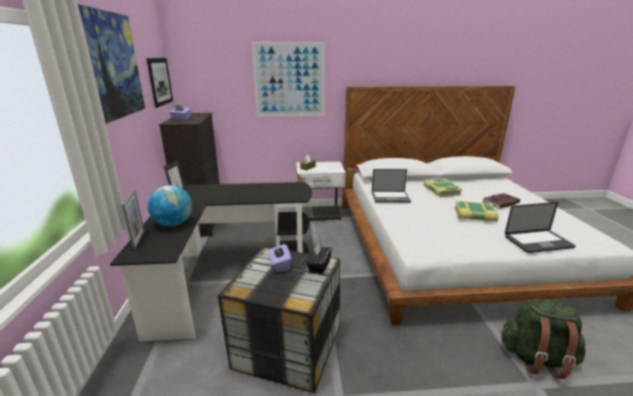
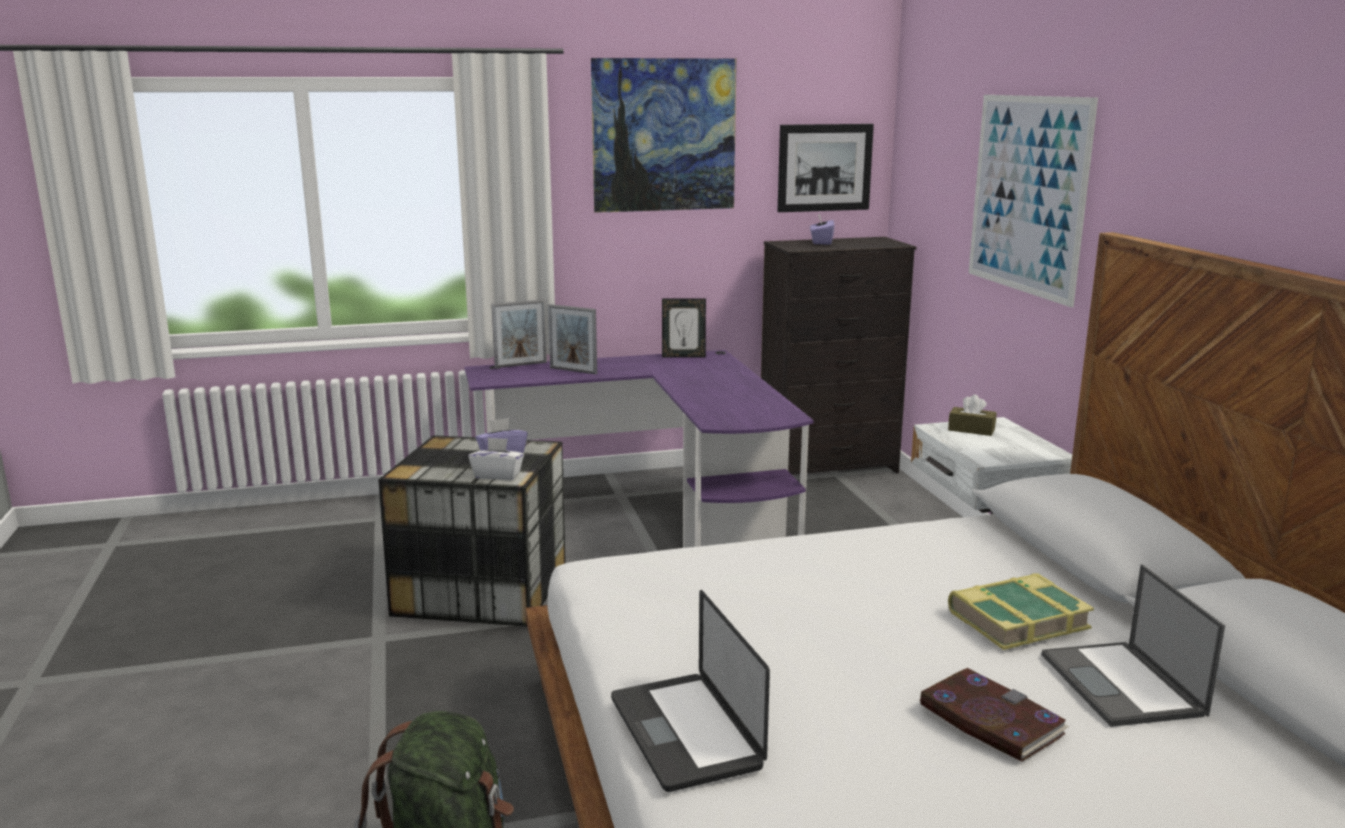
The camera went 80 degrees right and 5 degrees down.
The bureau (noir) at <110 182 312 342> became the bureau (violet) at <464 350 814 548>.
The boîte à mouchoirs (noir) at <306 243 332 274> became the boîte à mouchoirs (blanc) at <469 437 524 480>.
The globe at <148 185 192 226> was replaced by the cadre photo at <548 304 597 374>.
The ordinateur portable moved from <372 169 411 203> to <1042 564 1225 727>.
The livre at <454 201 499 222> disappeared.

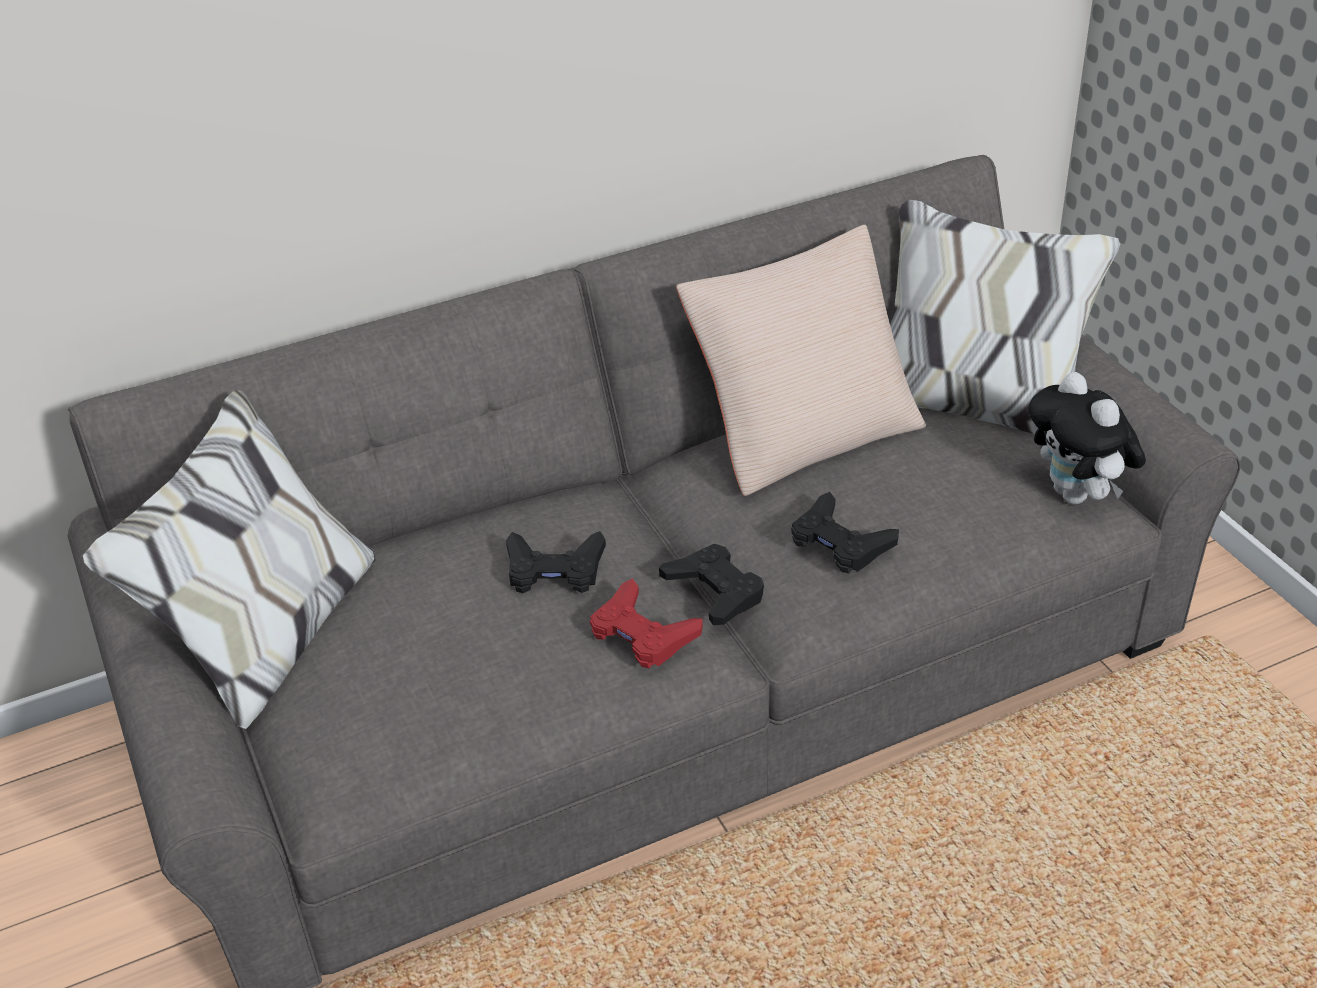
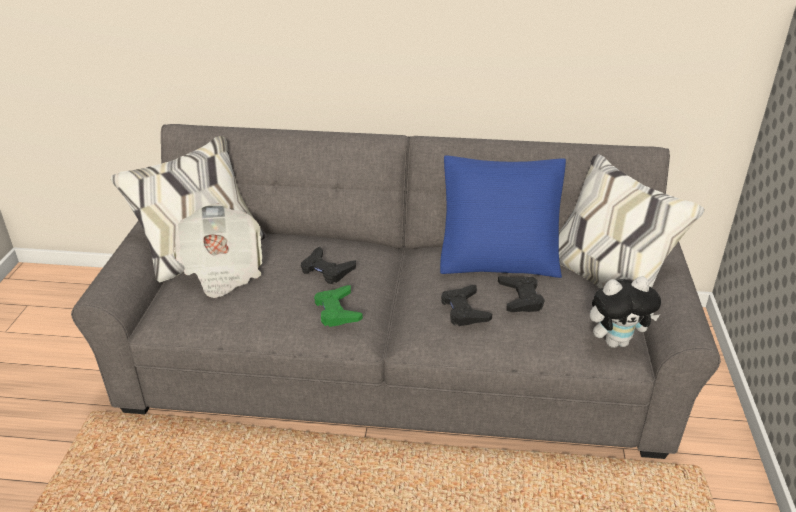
The camera went 30 degrees right and 5 degrees down.
The journal at <173 203 262 298> appeared.
The manette (rouge) at <590 578 703 668> became the manette (vert) at <314 285 363 327>.
The coussin (beige) at <676 225 926 496> became the coussin (bleu) at <440 155 566 278>.
The manette (noir) moved from <659 544 764 625> to <498 276 545 312>.
The peluche at <1029 372 1146 504> turned 105 degrees counterclockwise.

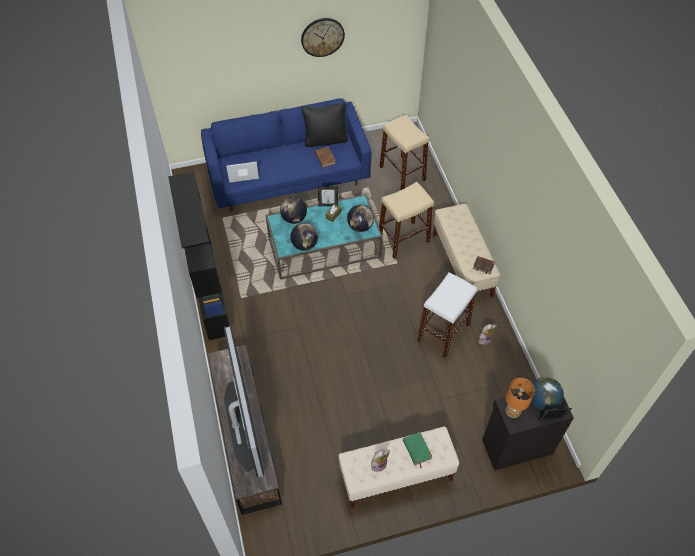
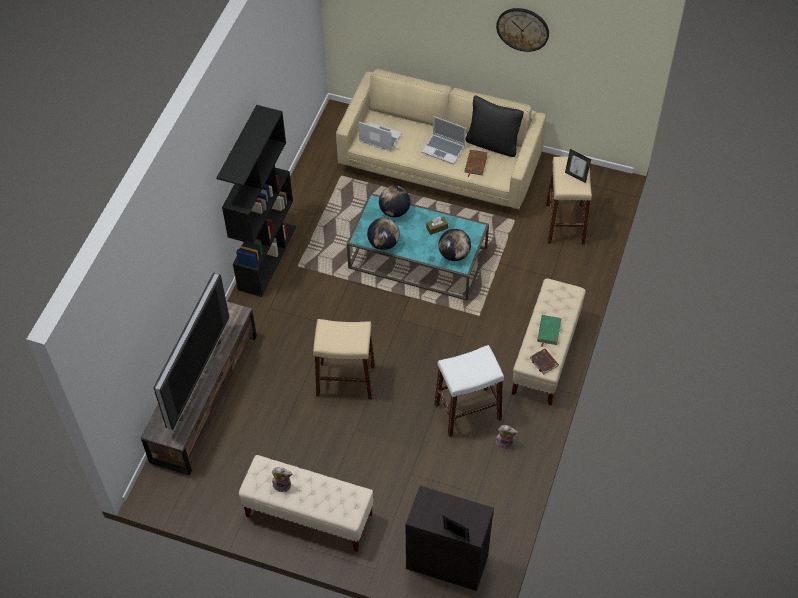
The camera went 35 degrees right and 0 degrees up.
The tabouret (beige) moved from <378 182 434 259> to <313 319 375 399>.
The canapé (bleu) at <201 98 371 211> became the canapé (beige) at <336 69 546 212>.
The ordinateur portable at <422 116 466 165> appeared.
The livre (vert) moved from <403 432 432 469> to <537 315 562 347>.
The cadre photo moved from <318 186 338 206> to <565 149 591 183>.
The lampe de table (orange) at <505 378 535 418> disappeared.
The globe at <531 377 564 411> disappeared.

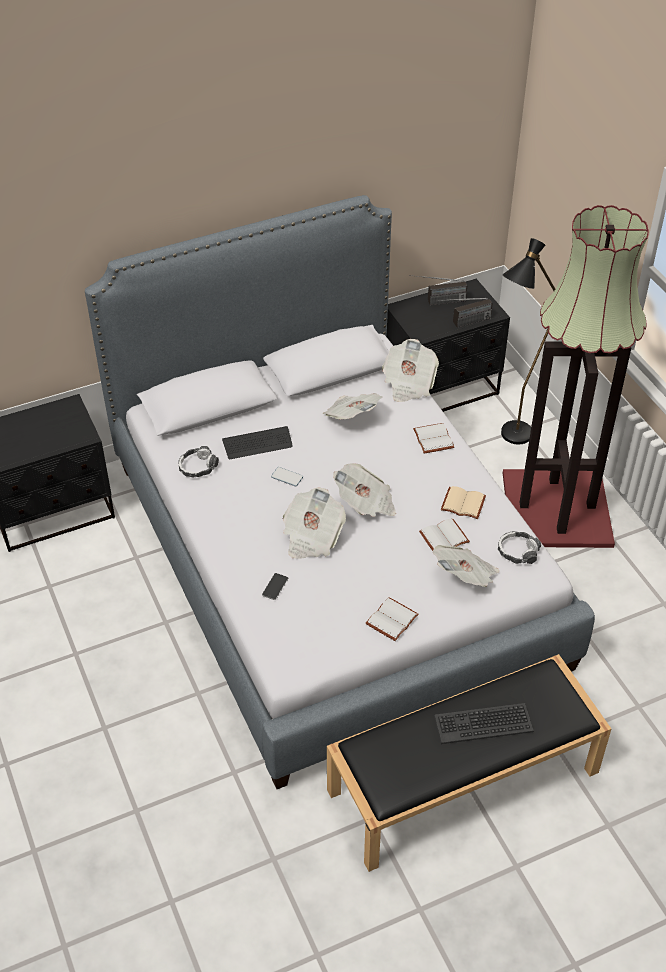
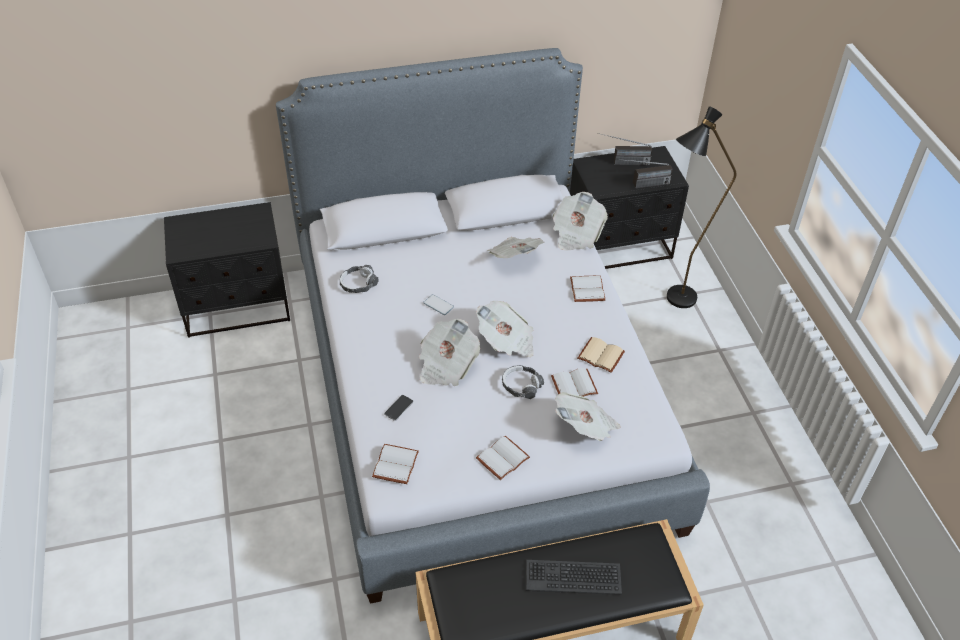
The camera went 10 degrees right and 0 degrees up.
The livre (blanc) at <372 444 419 484> appeared.
The casque audio moved from <498 531 541 564> to <502 365 544 399>.
The clavier at <222 426 293 459> disappeared.
The lampadaire at <503 205 649 548> disappeared.

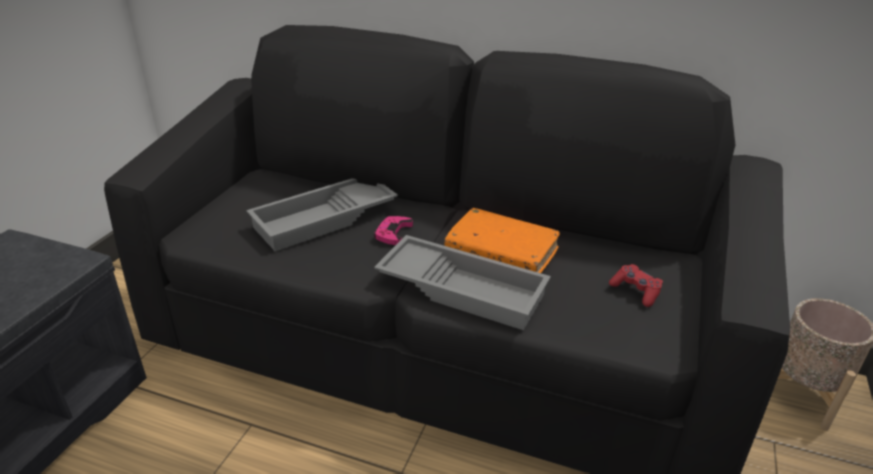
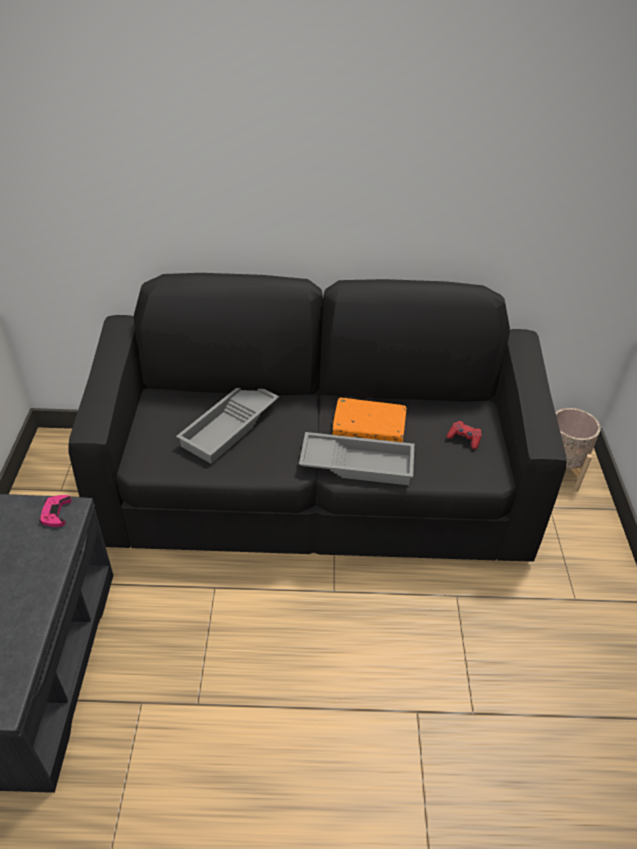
The camera went 20 degrees left and 10 degrees up.
The manette (rose) moved from <374 216 413 245> to <39 495 72 527>.

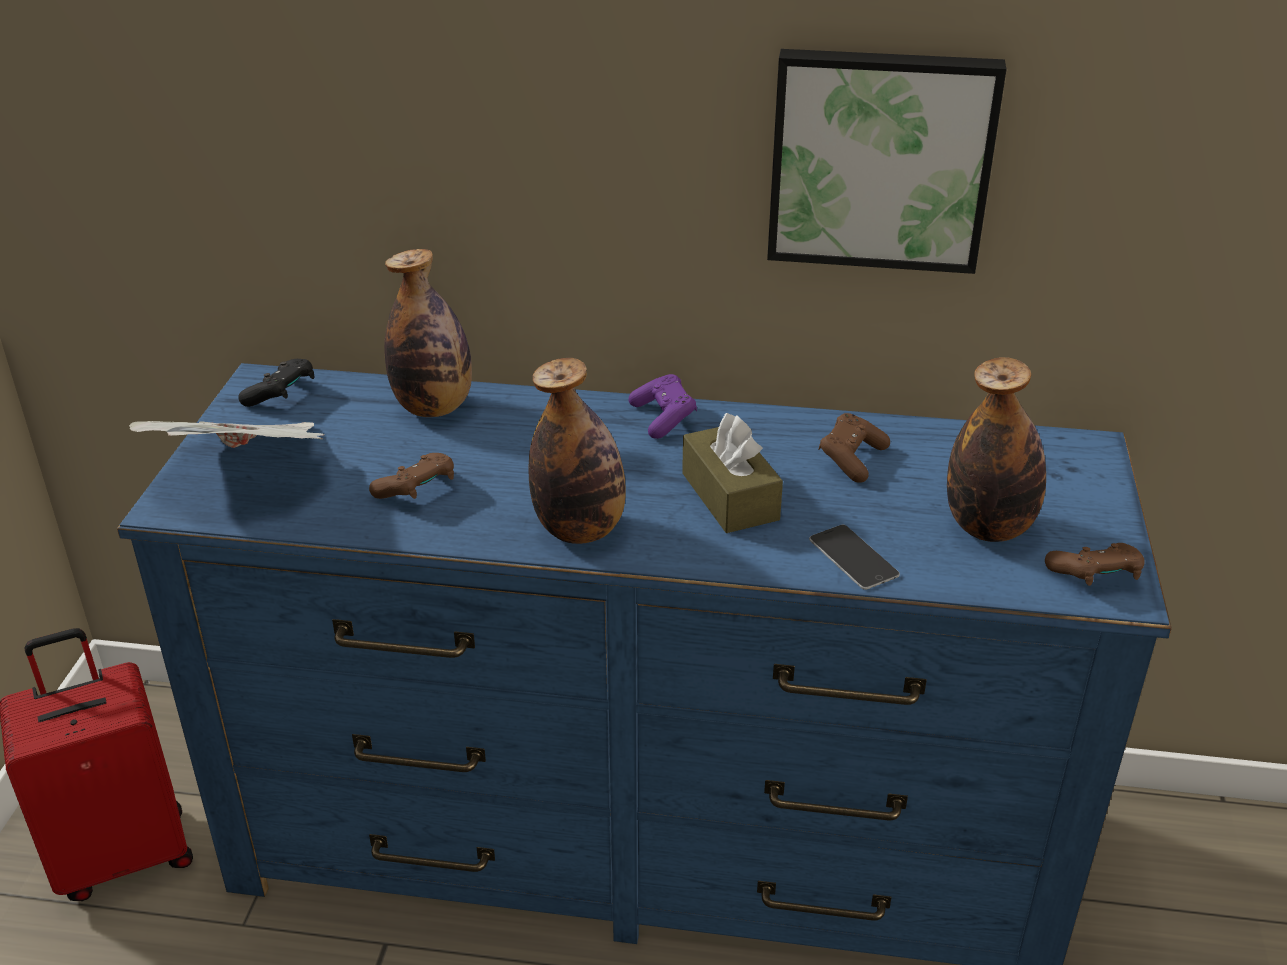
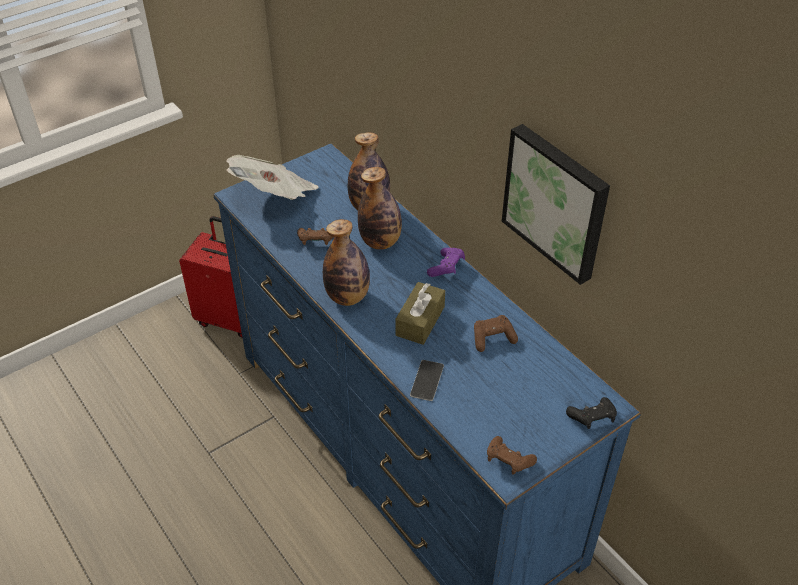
The camera went 45 degrees right and 10 degrees up.
The bouteille moved from <947 357 1046 542> to <358 167 402 249>.
The manette (noir) moved from <238 359 314 407> to <566 397 617 429>.

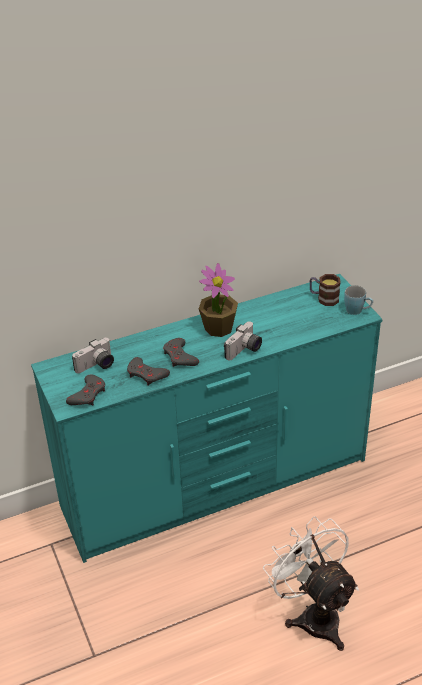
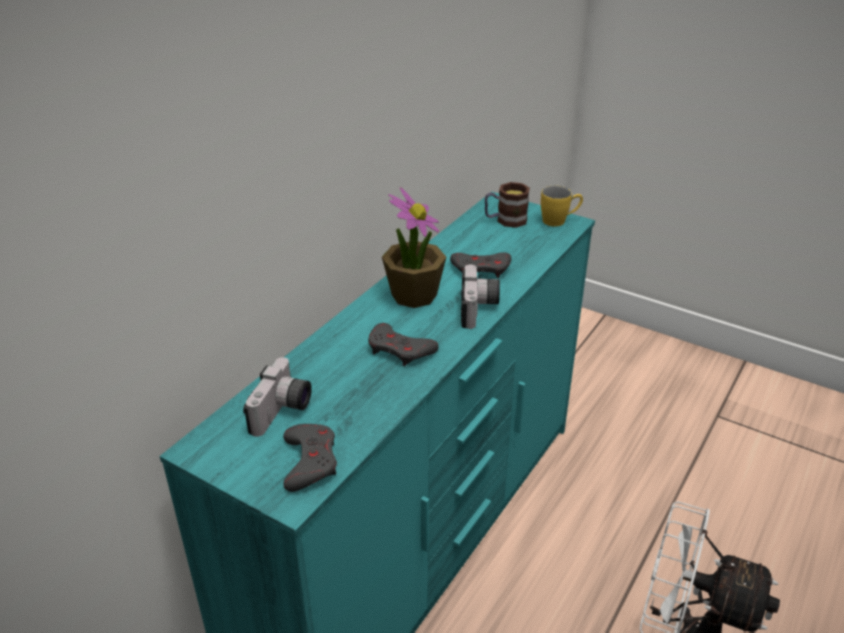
The camera went 35 degrees left and 5 degrees down.
The manette (gris) moved from <127 357 170 386> to <450 252 512 278>.
The mug (bleu) at <344 285 373 315> became the mug (jaune) at <541 186 583 227>.

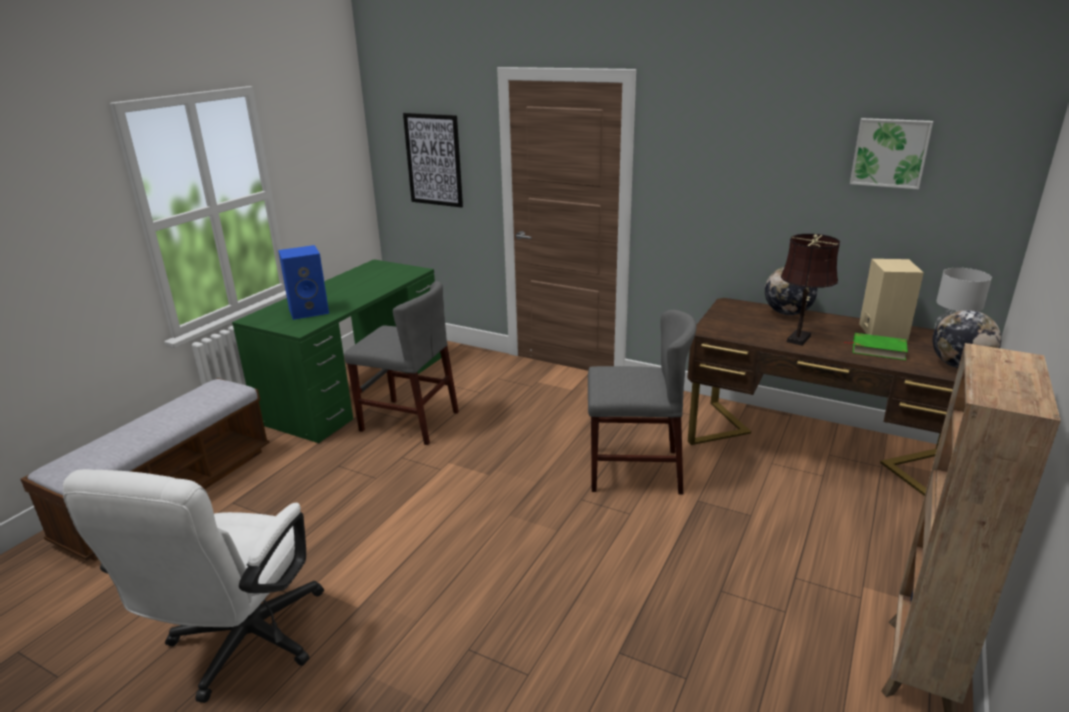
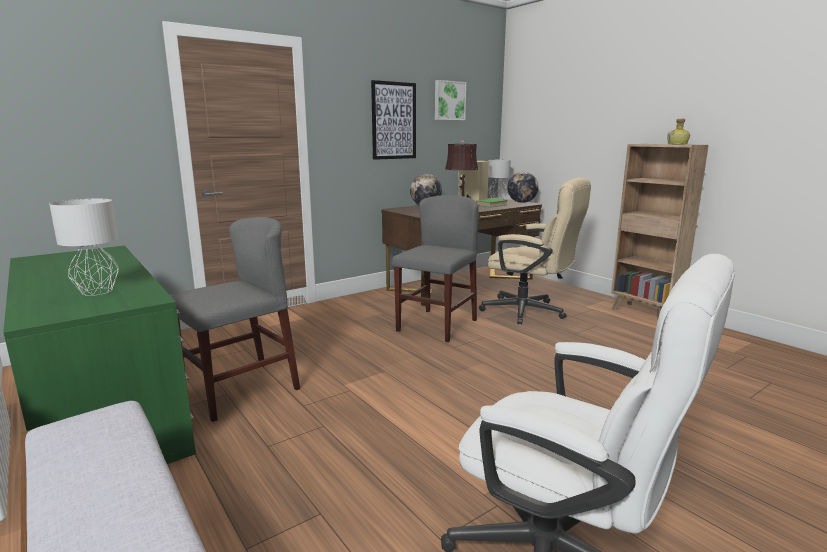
The camera went 65 degrees left and 10 degrees down.
The enceinte (bleu) at <278 245 329 320> was replaced by the lampe de table (gris) at <49 199 119 296>.
The tableau moved from <403 113 463 208> to <371 80 416 160>.
The chaise de bureau (beige) at <479 178 591 324> appeared.
The bouteille at <667 119 690 145> appeared.

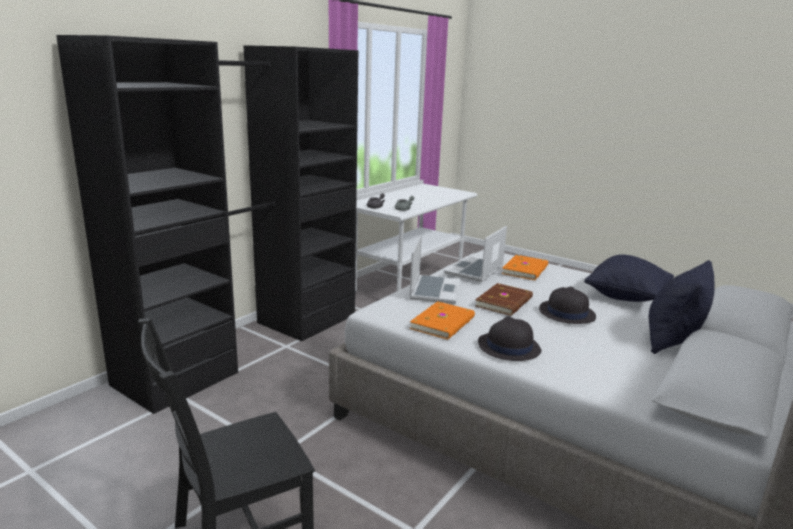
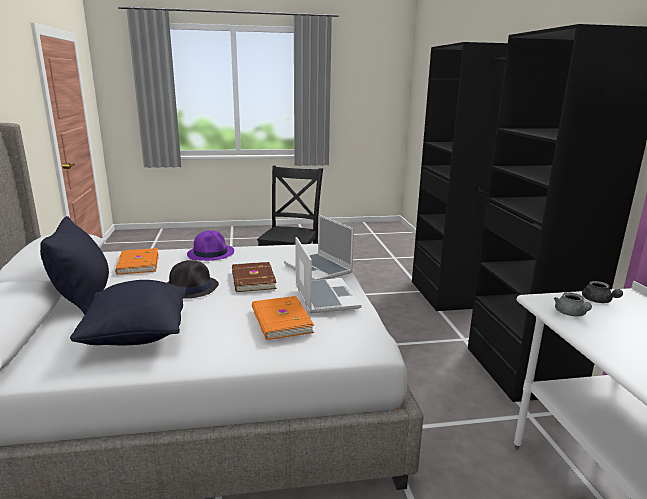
The camera went 135 degrees right and 0 degrees up.
The livre (orange) moved from <410 301 475 340> to <115 248 159 275>.
The chapeau (noir) at <478 316 541 361> became the chapeau (violet) at <187 230 234 261>.

